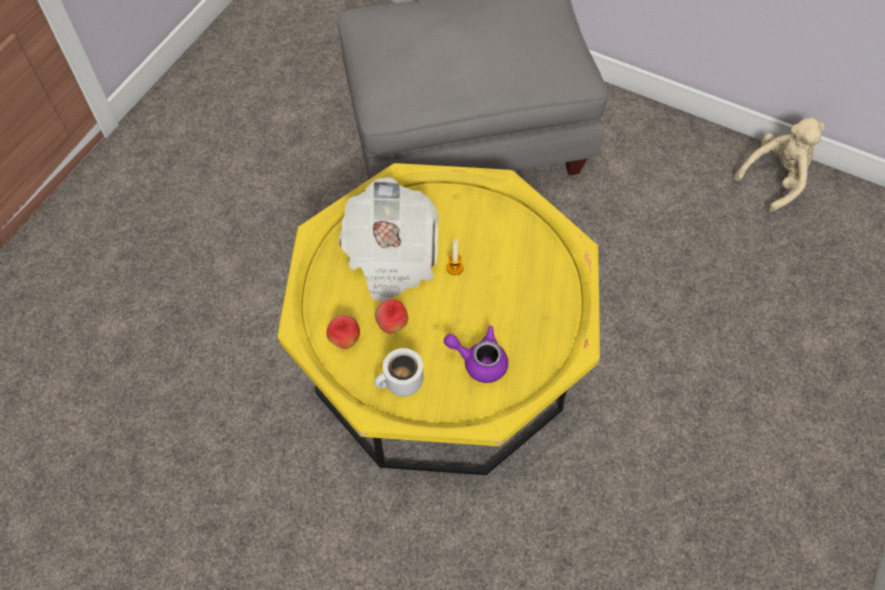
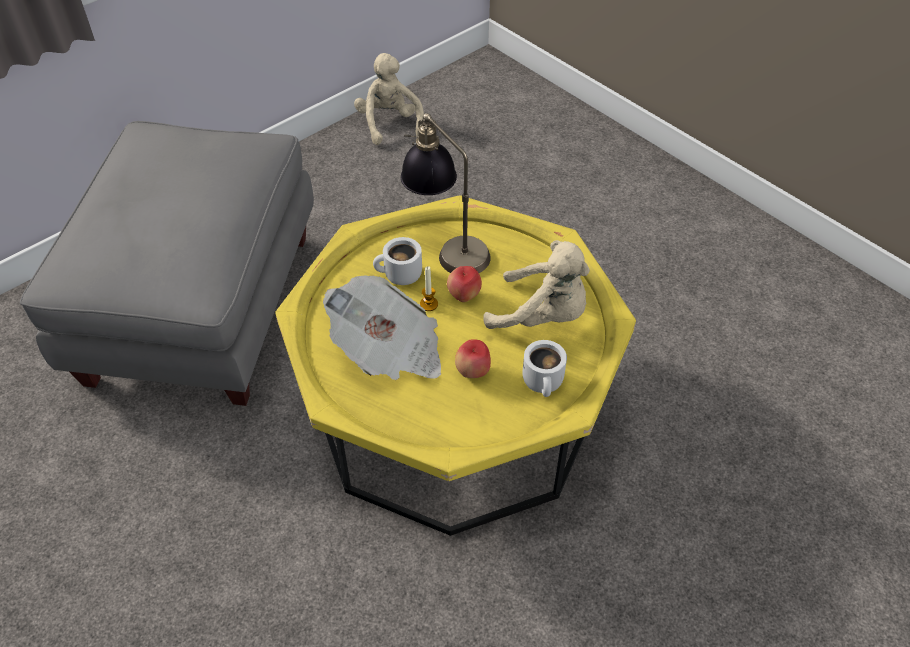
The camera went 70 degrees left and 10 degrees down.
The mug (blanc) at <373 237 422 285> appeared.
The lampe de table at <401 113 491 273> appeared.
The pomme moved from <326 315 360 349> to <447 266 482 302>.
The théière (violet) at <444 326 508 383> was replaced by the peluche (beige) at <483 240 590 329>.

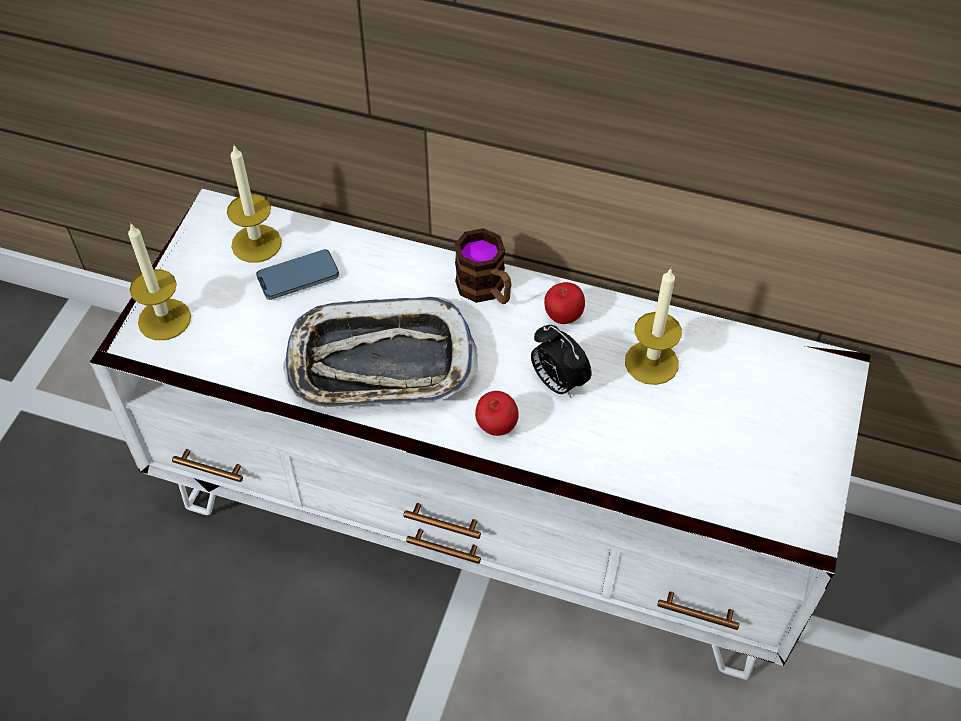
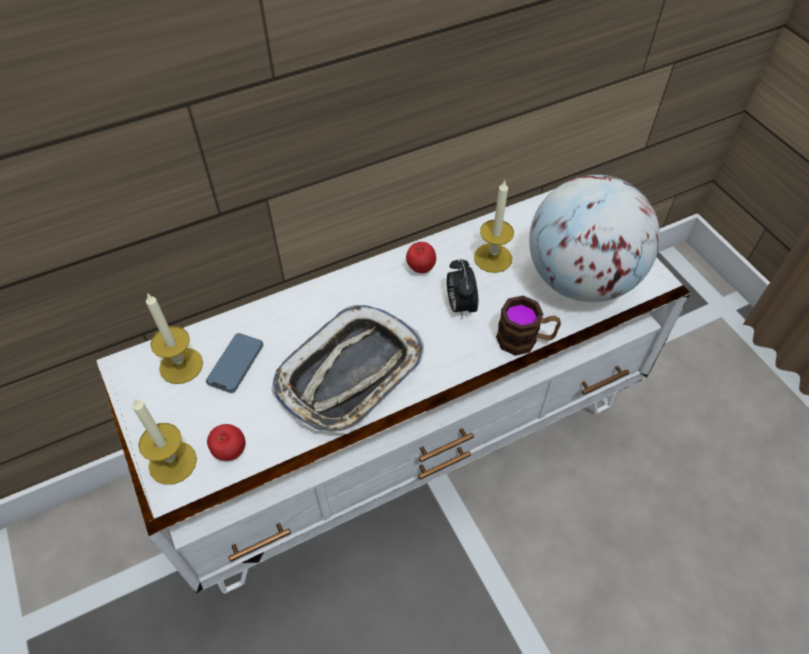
The camera went 45 degrees left and 0 degrees up.
The pomme moved from <475 391 519 436> to <207 424 245 461>.
The réveil at <531 325 592 398> turned 75 degrees clockwise.
The mug moved from <454 228 511 304> to <496 296 561 356>.
The globe at <529 175 660 302> appeared.

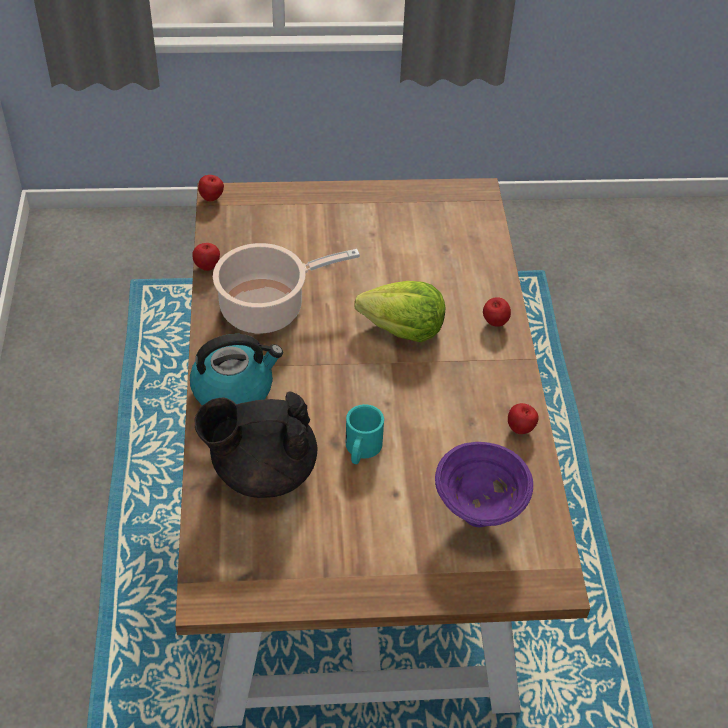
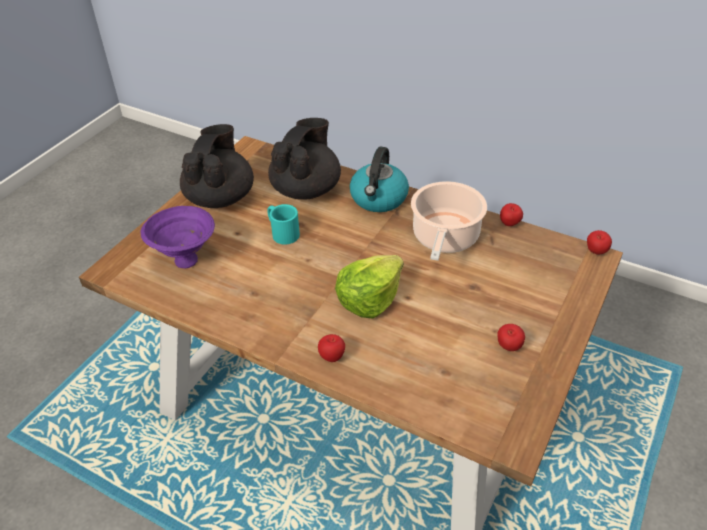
The camera went 125 degrees right and 5 degrees down.
The théière (noir) at <180 124 254 208> appeared.
The pomme moved from <508 403 539 434> to <497 324 525 351>.

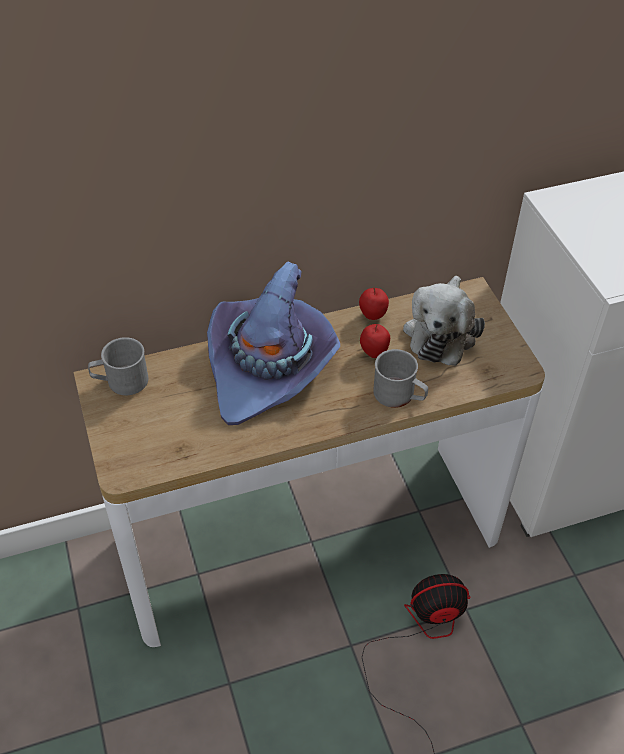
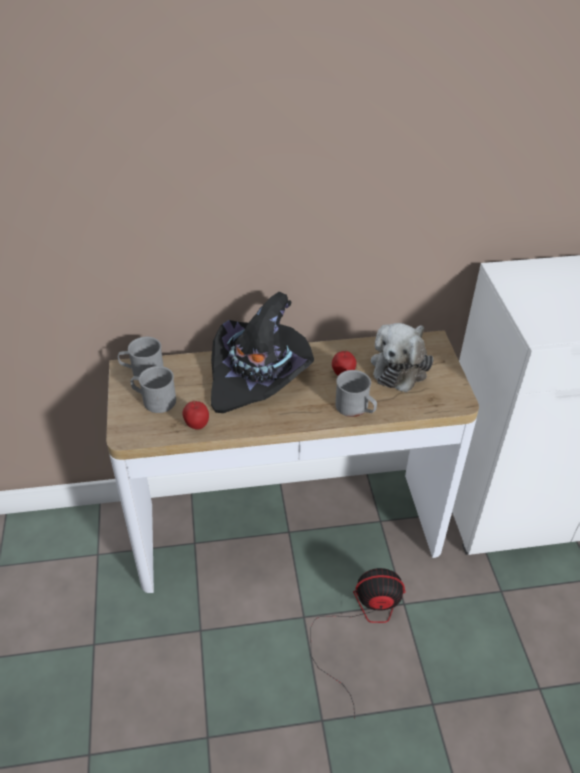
The camera went 10 degrees right and 5 degrees down.
The mug (gris) at <130 366 176 413> appeared.
The pomme moved from <359 287 389 320> to <182 401 209 430>.
The chapeau (violet) at <207 262 340 425> became the chapeau (noir) at <211 292 314 413>.

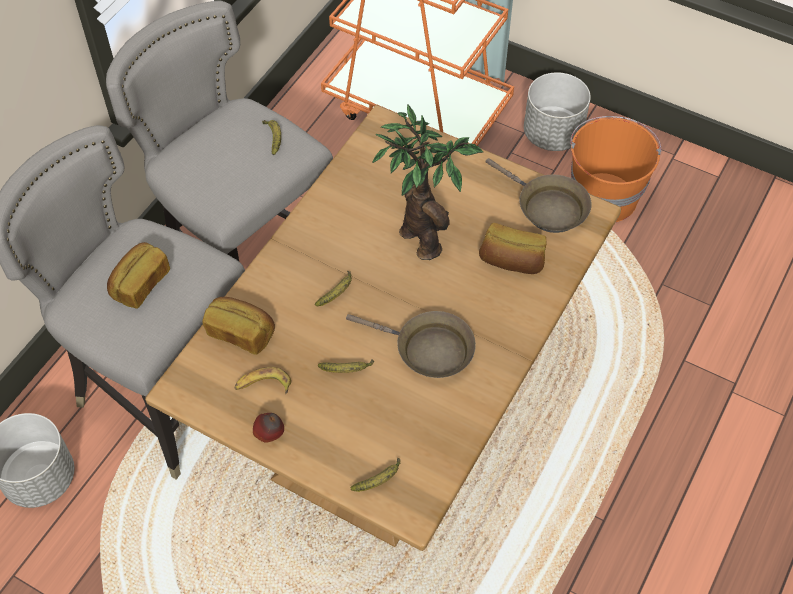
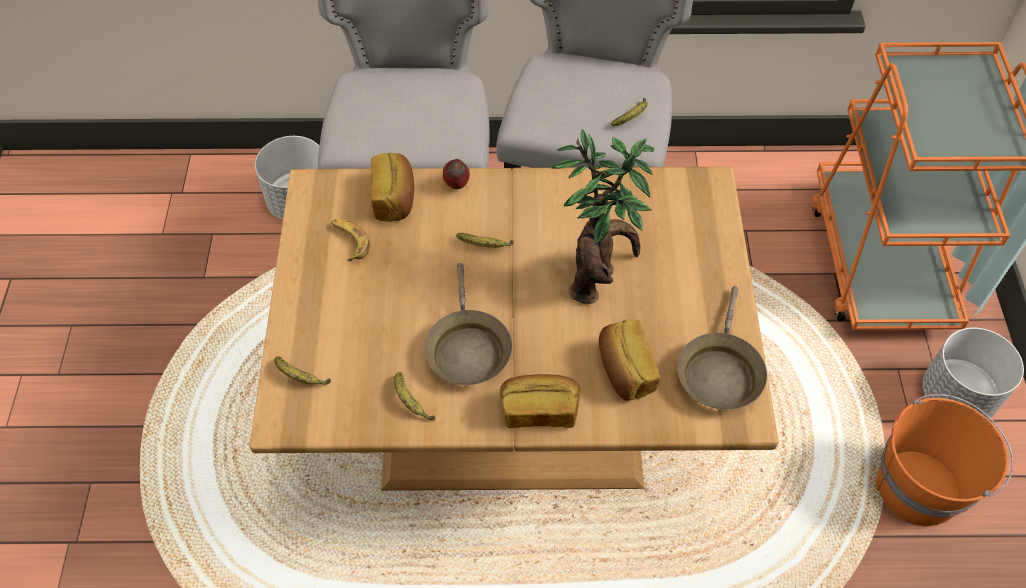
The camera went 60 degrees right and 0 degrees up.
The banane moved from <318 359 374 373> to <394 372 435 420>.
The pomme moved from <253 413 284 443> to <443 159 470 189>.
The pain moved from <107 242 170 309> to <500 374 580 428>.

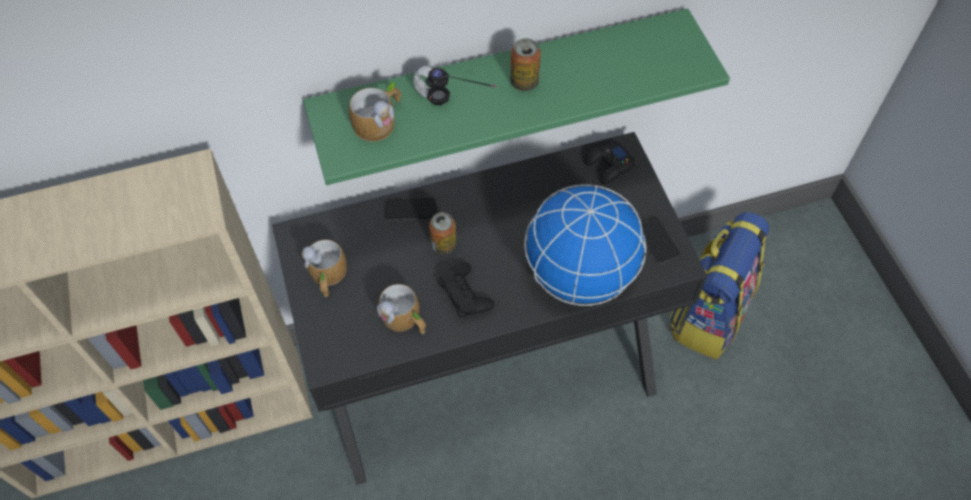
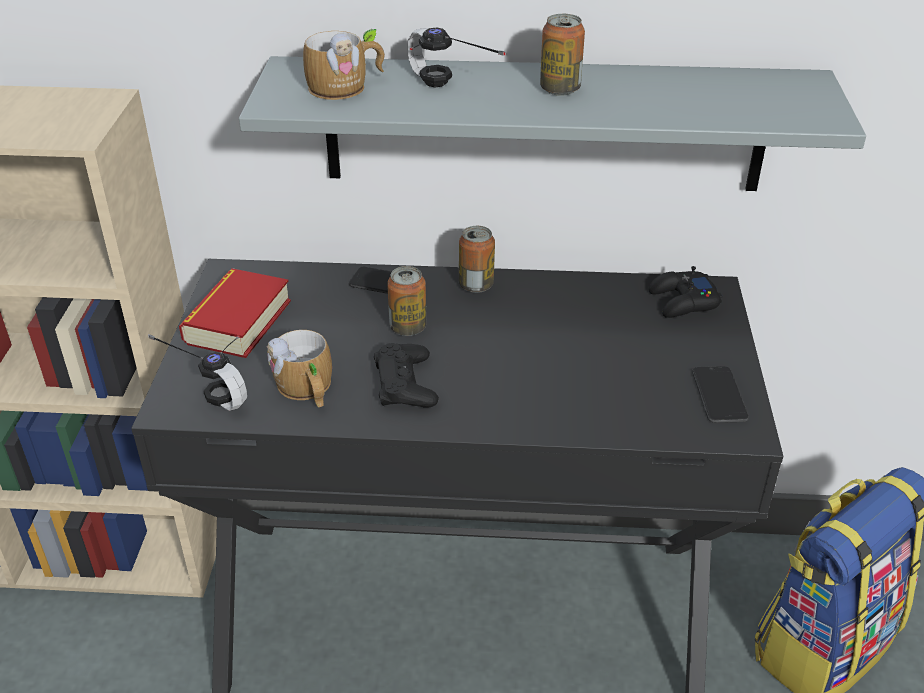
The camera went 20 degrees right and 20 degrees down.
The casque audio at <148 334 247 411> appeared.
The mug at <302 240 347 297> was replaced by the livre at <179 268 291 358>.
The étagère (vert) at <303 8 730 185> became the étagère (gris) at <239 56 866 191>.
The boîte métallique at <459 226 495 293> appeared.
The globe at <524 184 646 306> disappeared.

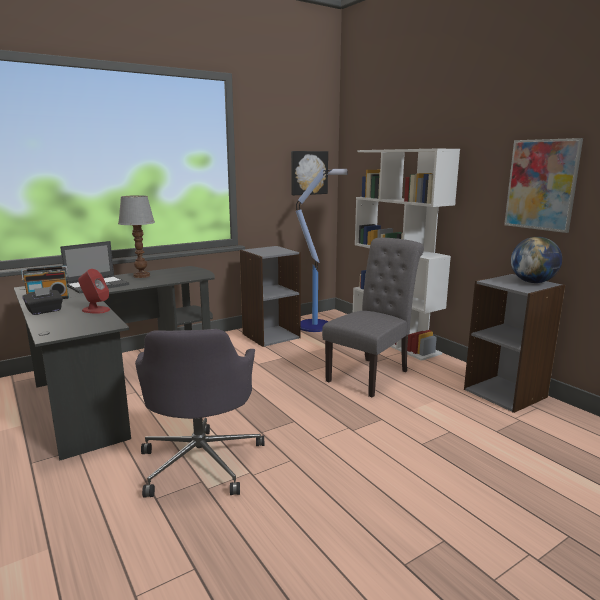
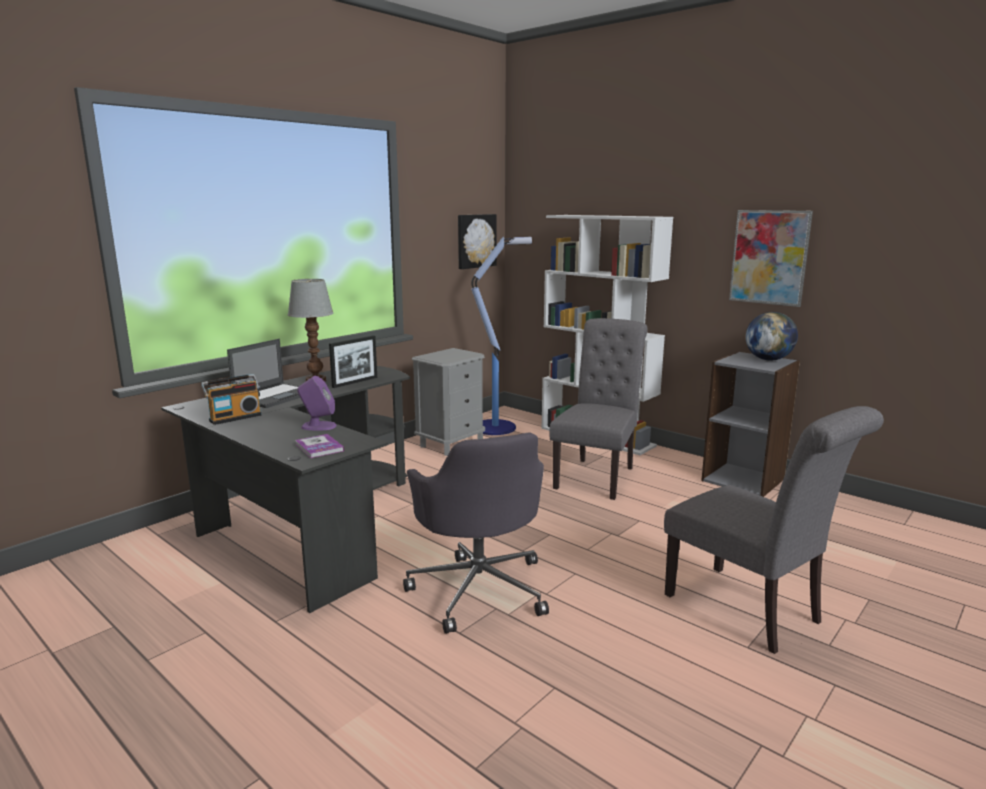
The camera went 15 degrees left and 0 degrees up.
The livre at <296 434 344 458> appeared.
The enceinte (rouge) at <78 269 110 314> became the enceinte (violet) at <297 376 337 431>.
The cadre photo at <329 335 377 388> appeared.
The bibliothèque (gris) at <240 246 301 347> was replaced by the table de chevet (gris) at <412 348 485 456>.
The chaise (gris) at <664 406 884 654> appeared.
The boîte à mouchoirs (noir) at <22 287 63 315> disappeared.

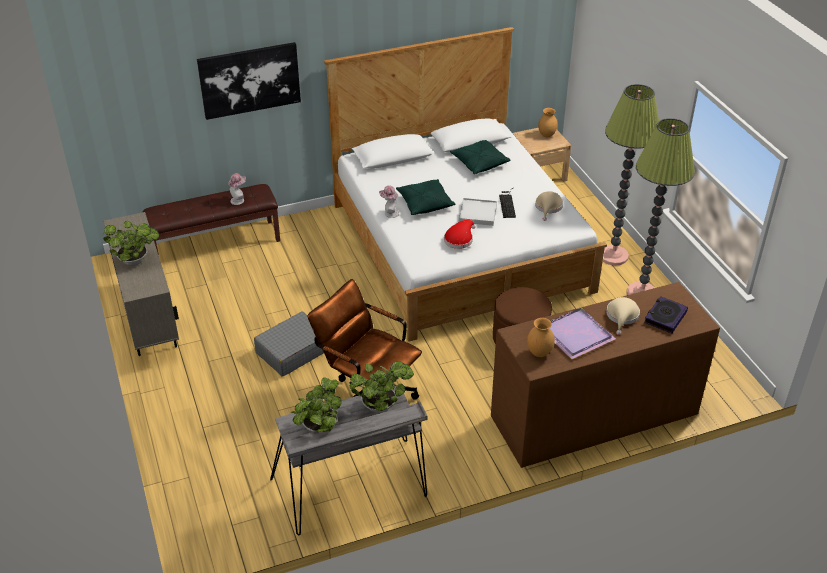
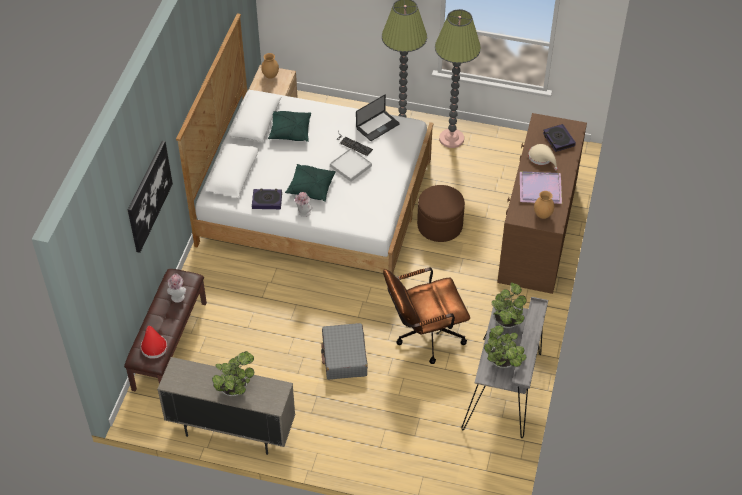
The camera went 55 degrees left and 10 degrees up.
The chapeau (rouge) moved from <444 219 475 249> to <141 326 168 359>.
The livre at <252 188 282 209> appeared.
The chapeau (beige) at <535 191 563 221> was replaced by the ordinateur portable at <356 95 400 141>.

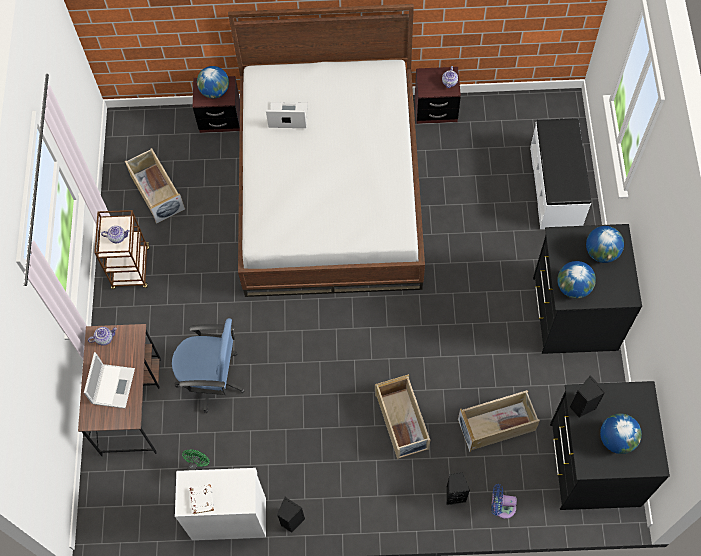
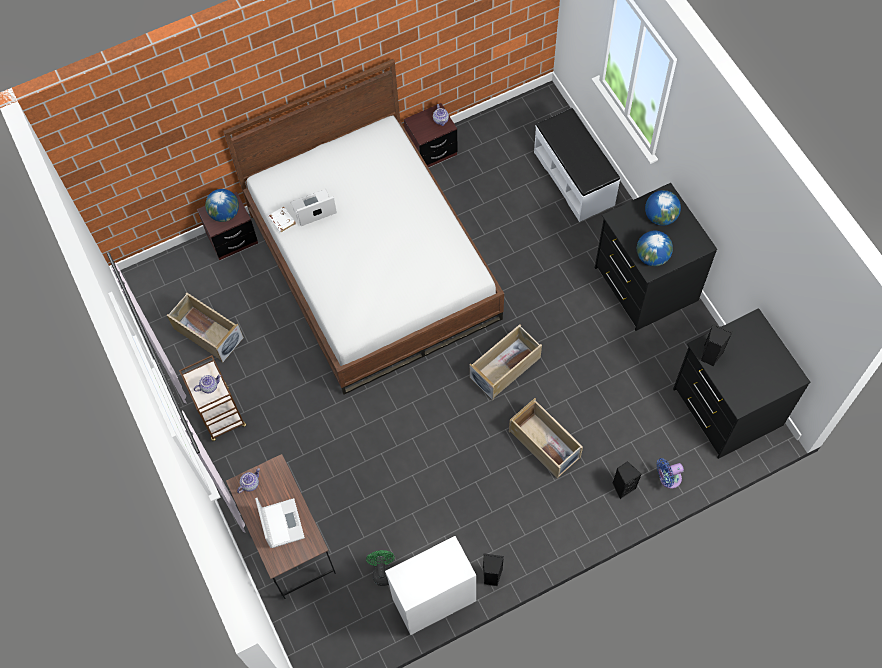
The camera went 25 degrees left and 0 degrees up.
The livre (blanc) moved from <189 484 214 514> to <268 207 296 233>.
The boîte de rangement (beige) moved from <458 390 540 452> to <470 324 542 400>.
The chaise de bureau (bleu) at <172 318 244 413> disappeared.
The globe at <600 413 642 454> disappeared.

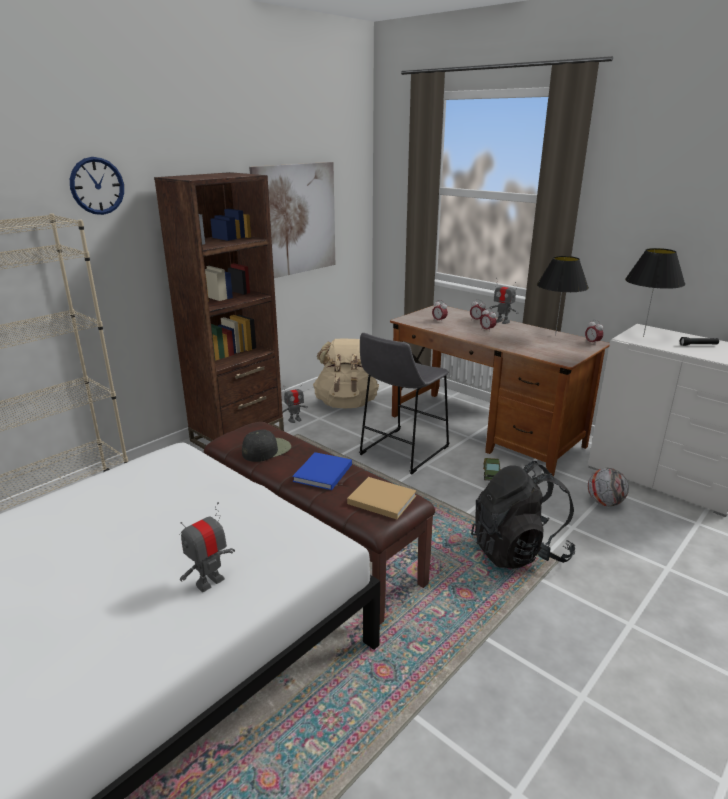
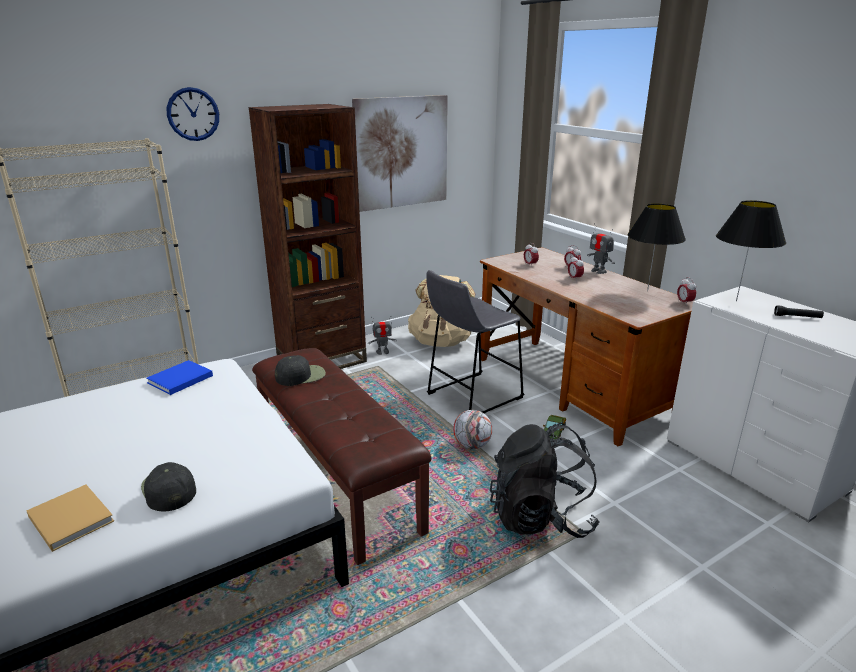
The camera went 15 degrees right and 0 degrees up.
The livre (beige) moved from <347 477 416 519> to <26 485 114 552>.
The robot jouet at <179 502 235 592> was replaced by the casquette (noir) at <141 462 196 511>.
The livre (bleu) moved from <292 452 352 490> to <146 360 213 395>.
The ballon de foot moved from <588 468 629 506> to <453 410 492 449>.

